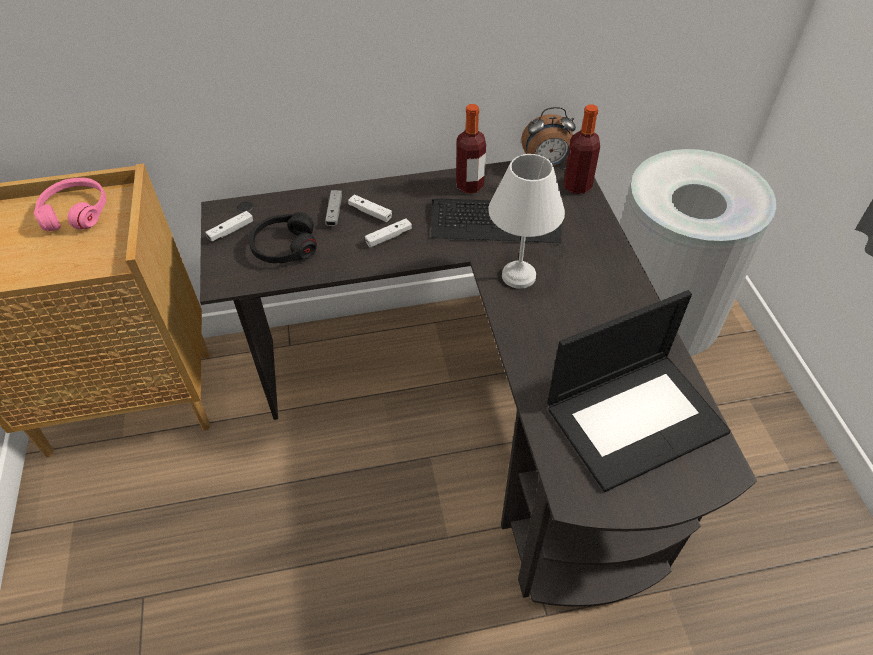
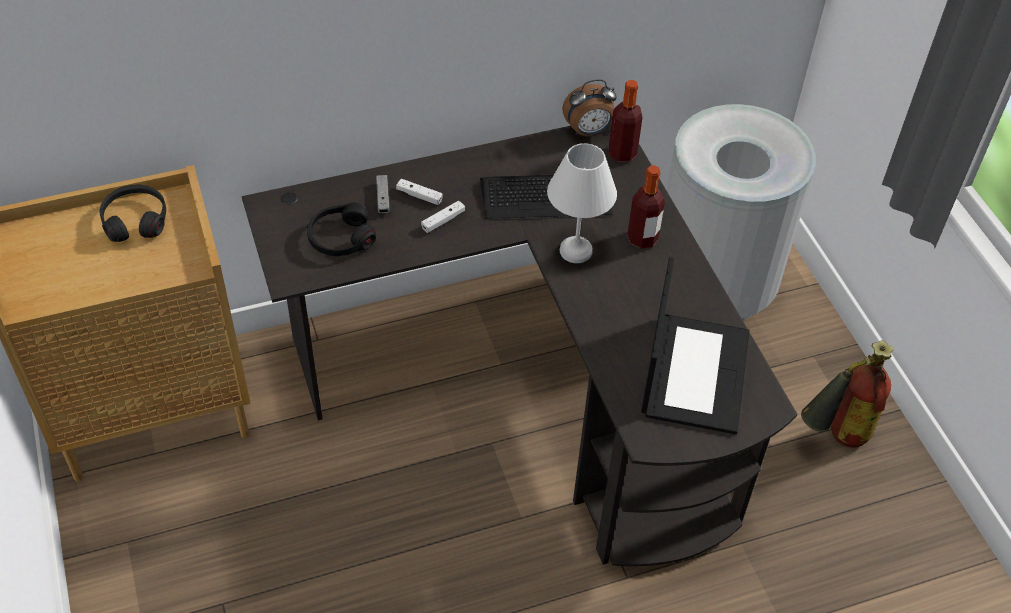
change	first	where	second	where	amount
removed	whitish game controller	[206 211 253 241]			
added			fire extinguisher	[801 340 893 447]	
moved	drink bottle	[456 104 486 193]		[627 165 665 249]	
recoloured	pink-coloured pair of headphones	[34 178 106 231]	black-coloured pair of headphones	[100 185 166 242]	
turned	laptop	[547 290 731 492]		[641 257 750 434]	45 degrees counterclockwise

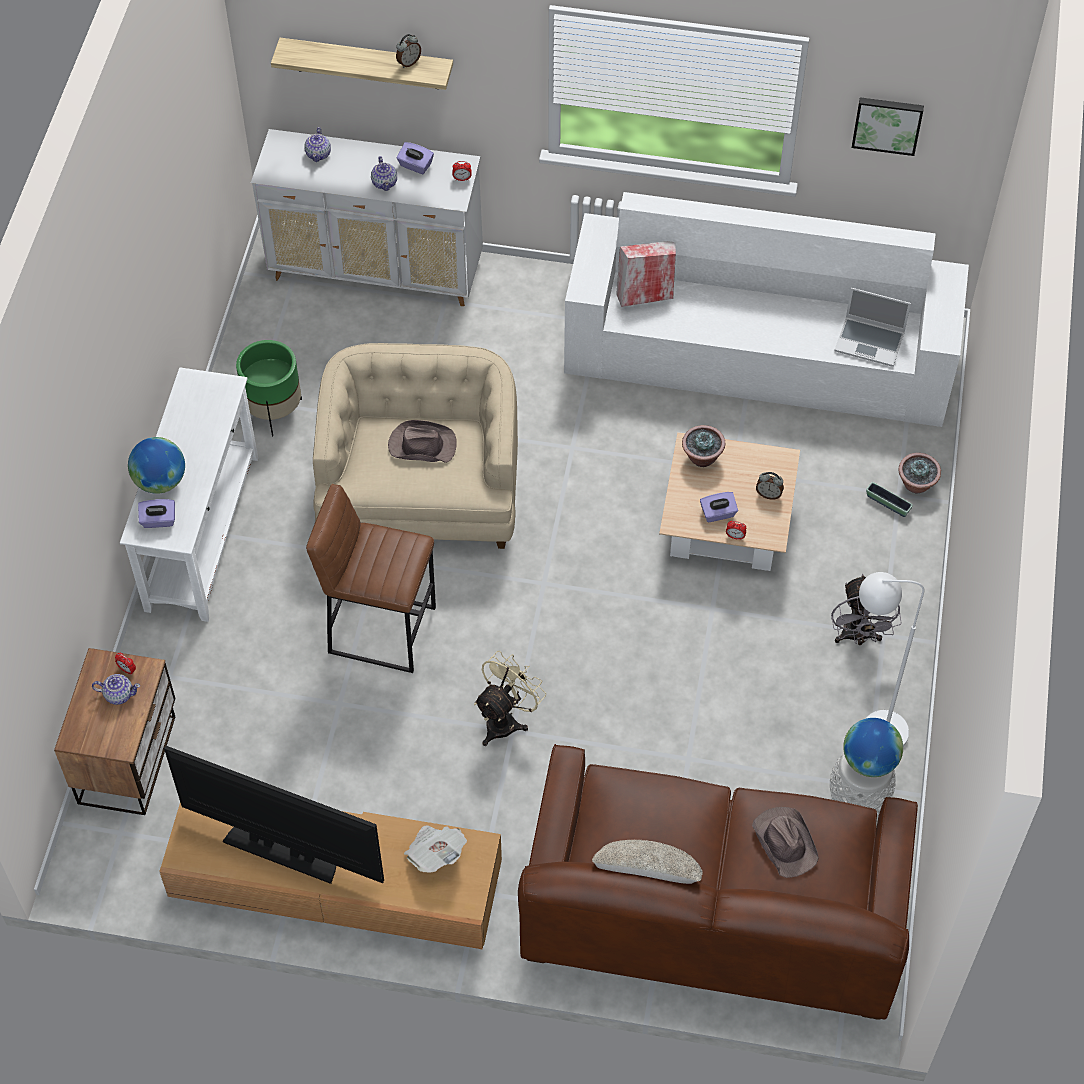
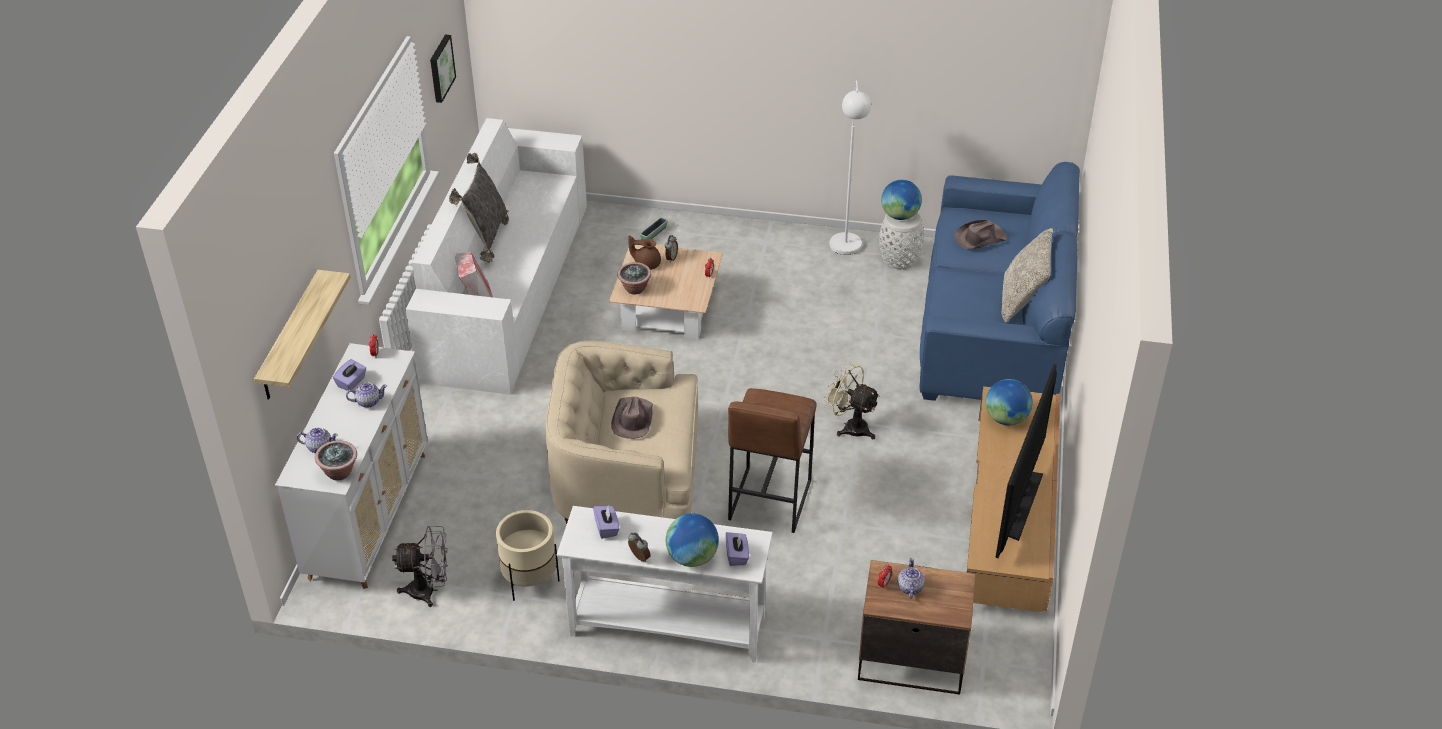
change	first	where	second	where	amount
removed	laptop	[834 288 911 367]			
added			throw pillow	[449 153 509 263]	
added			brown-coloured pot for tea	[628 235 661 270]	
moved	table clock	[396 34 421 68]		[628 532 651 562]	
moved	purplish box of tissues	[700 492 738 522]		[593 506 619 539]	
moved	gray electric fan	[831 574 902 645]		[392 526 448 607]	
moved	houseplant	[899 453 941 493]		[315 440 357 480]	
replaced	newspaper	[404 825 467 873]	globe	[986 379 1033 426]	
recoloured	green-coloured flower pot	[236 340 302 437]	sand-coloured flower pot	[496 510 560 601]	
recoloured	brown-coloured sofa	[518 744 918 1020]	blue sofa	[920 162 1080 401]	

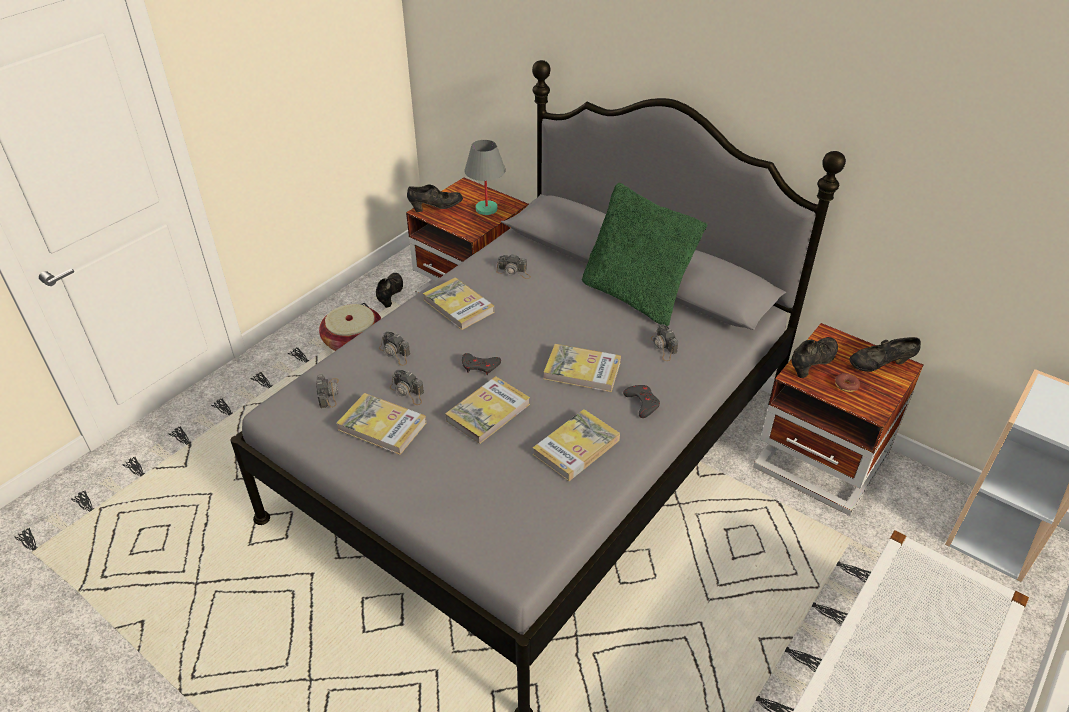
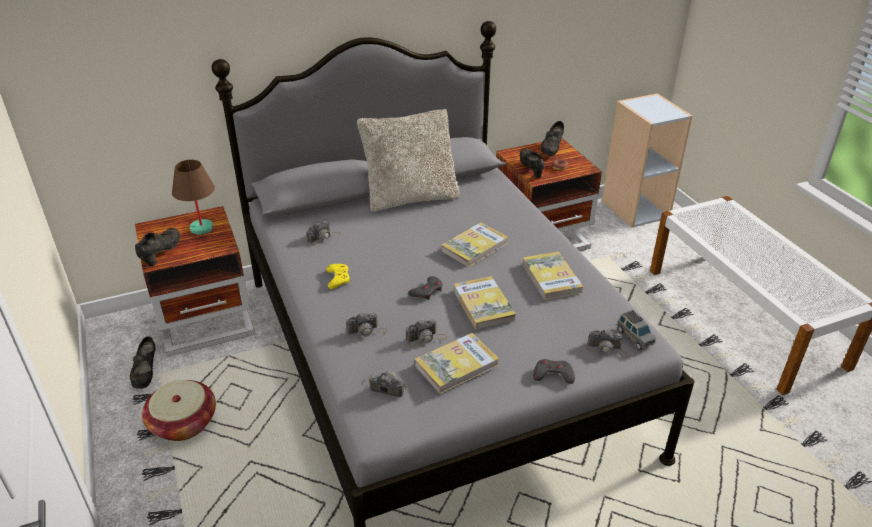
change	first	where	second	where	amount
added			gray model car	[617 310 656 350]	
moved	gray game controller	[623 385 660 418]		[533 359 575 384]	
moved	still camera	[651 324 678 361]		[587 329 628 358]	
replaced	volume	[423 277 494 330]	yellow-coloured game controller	[326 264 350 289]	
recoloured	gray table lamp	[464 140 506 215]	brown-coloured table lamp	[172 160 215 235]	
recoloured	green-coloured throw pillow	[582 182 707 326]	sand-coloured throw pillow	[357 109 460 212]	
turned	black-coloured low shoe	[376 273 403 308]		[130 336 156 389]	135 degrees counterclockwise

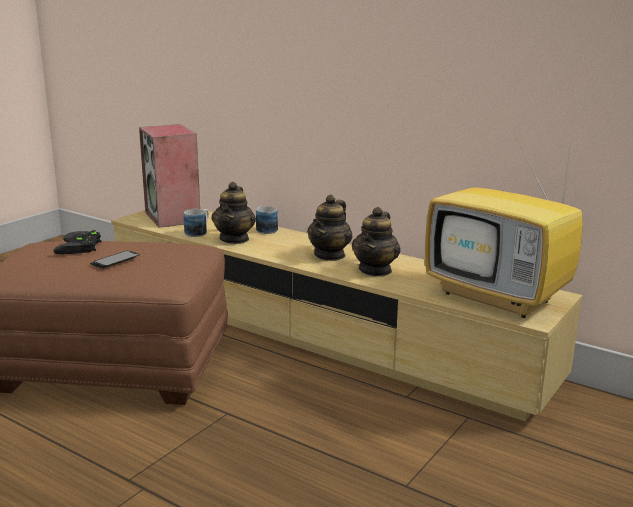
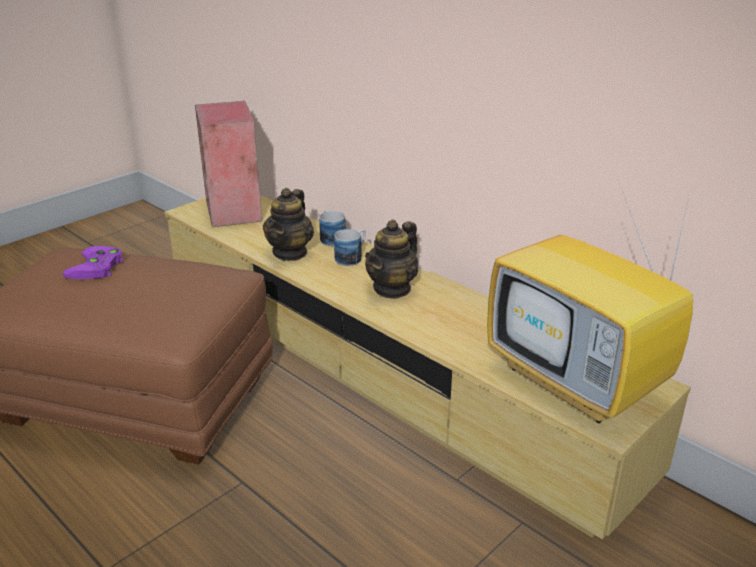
change	first	where	second	where	amount
removed	phone	[90 250 140 268]			
removed	pot for tea	[352 207 401 276]			
moved	tea mug	[184 209 209 237]		[334 229 366 266]	
recoloured	black-coloured game controller	[54 230 102 254]	purplish game controller	[63 246 123 279]	

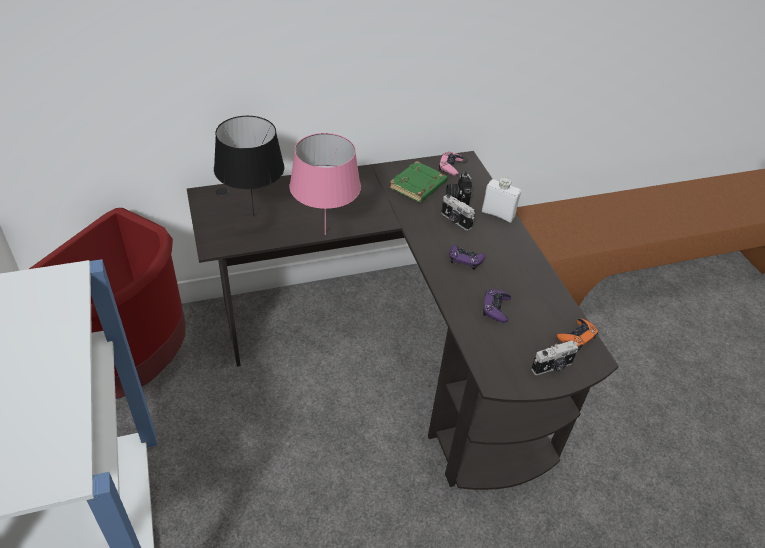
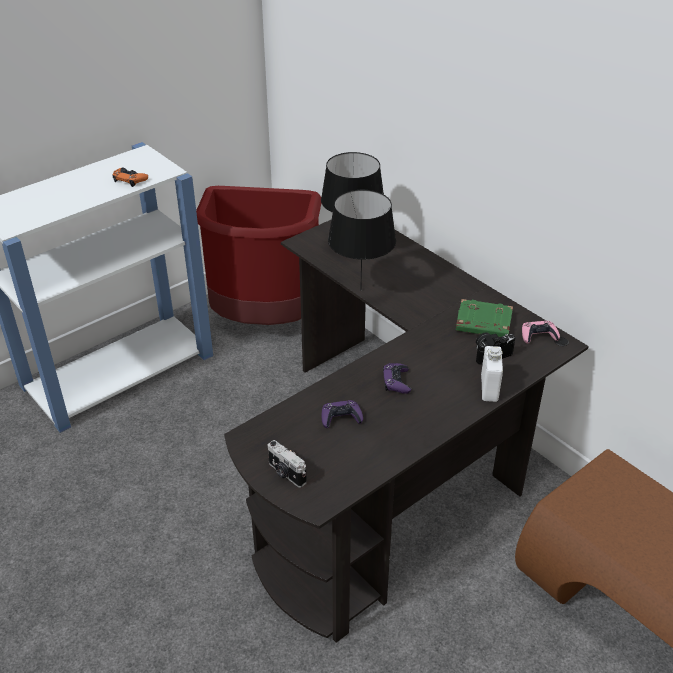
change	first	where	second	where	amount
removed	still camera	[441 194 475 231]			
moved	orange game controller	[557 319 598 351]		[113 167 148 187]	
recoloured	pink-coloured table lamp	[289 133 361 235]	black-coloured table lamp	[328 190 396 290]	

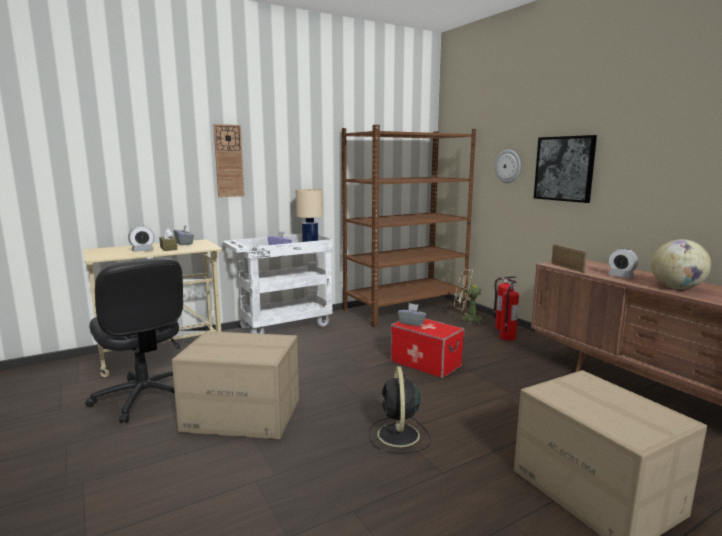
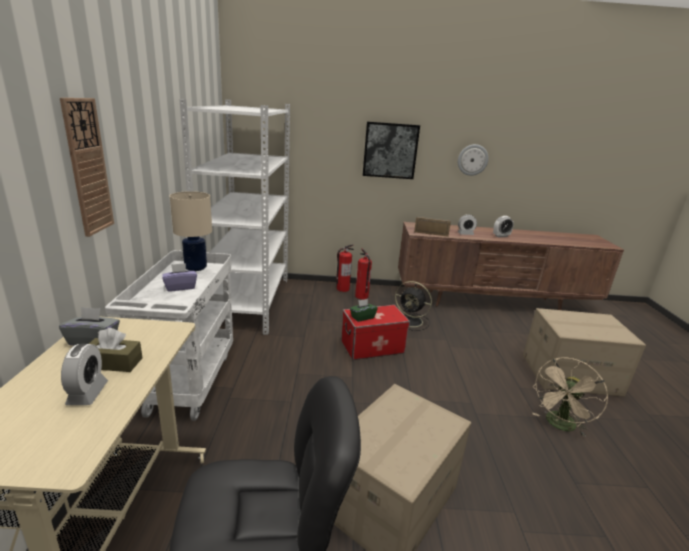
change	first	where	second	where	amount
moved	black-coloured electric fan	[369 366 431 454]		[395 281 432 331]	
moved	sand-coloured electric fan	[454 269 488 324]		[532 358 608 437]	
moved	hanging clock	[495 150 521 183]		[458 144 489 176]	
replaced	globe	[651 239 711 289]	table clock	[493 216 514 237]	
recoloured	brown-coloured bookshelf	[342 125 476 327]	whitish bookshelf	[179 99 290 335]	
recoloured	gray box of tissues	[398 303 426 326]	green-coloured box of tissues	[350 299 378 322]	

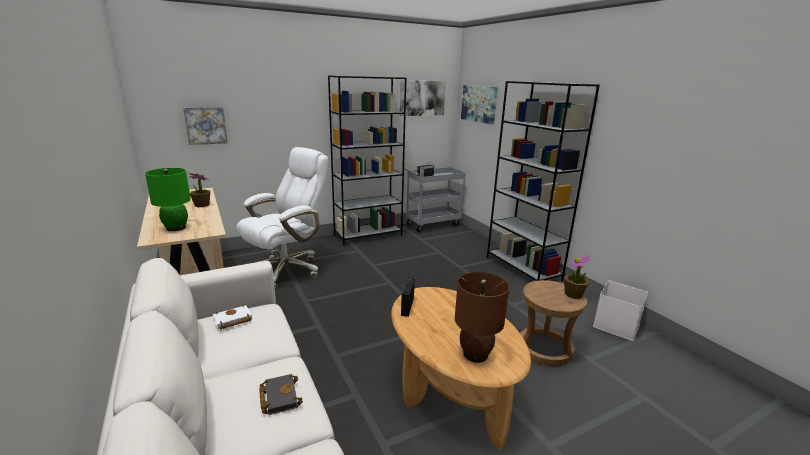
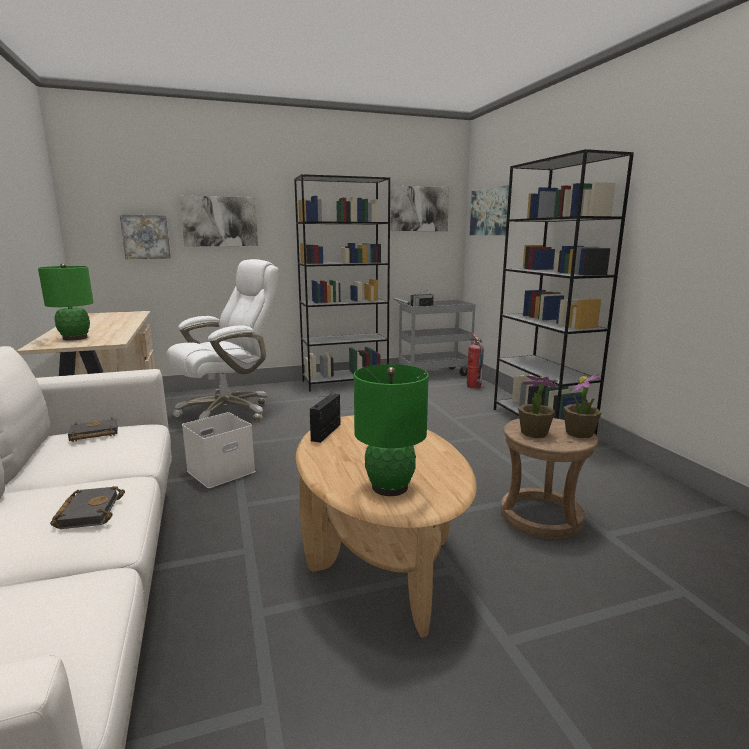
change	first	where	second	where	amount
added			wall art	[179 196 258 246]	
added			fire extinguisher	[467 333 484 389]	
moved	houseplant	[188 173 210 207]		[518 376 558 438]	
moved	whitish storage box	[593 281 648 341]		[182 412 255 488]	
recoloured	whitish volume	[213 305 252 330]	black-coloured volume	[68 418 118 442]	
recoloured	brown-coloured table lamp	[455 272 509 363]	green-coloured table lamp	[354 364 429 496]	

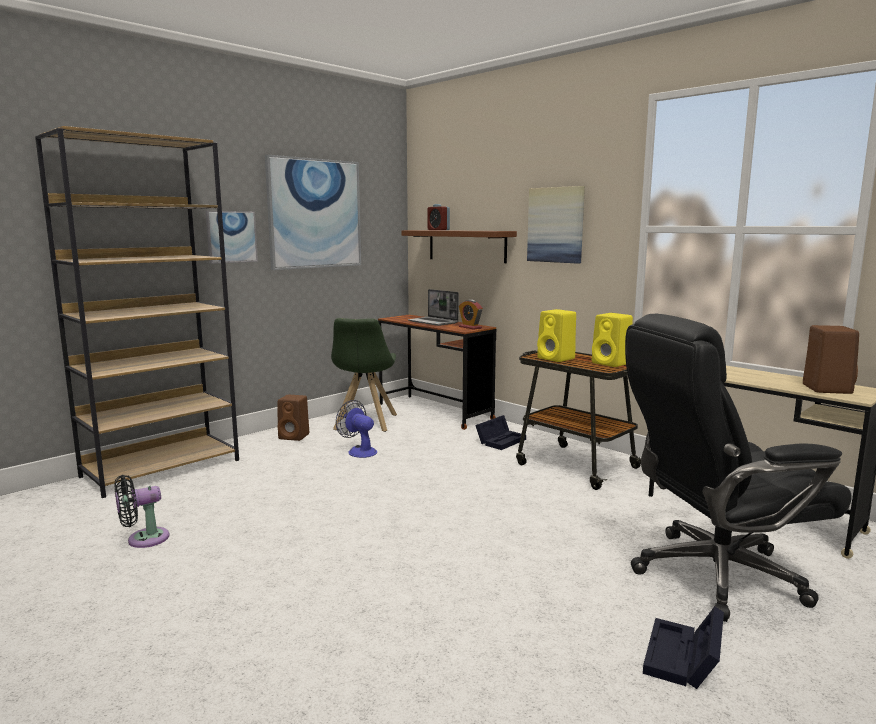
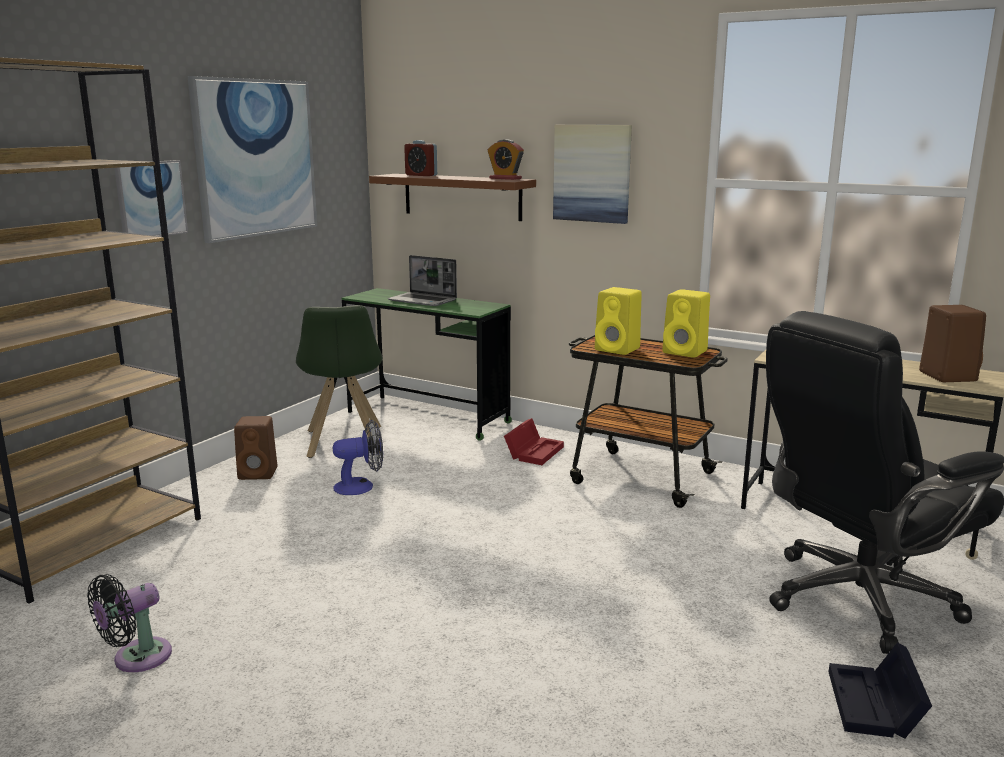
change	first	where	second	where	amount
moved	table clock	[459 300 483 330]		[488 139 524 180]	
recoloured	brown-coloured desk	[378 315 496 430]	green-coloured desk	[341 288 512 441]	
recoloured	black-coloured storage box	[475 415 526 450]	reddish storage box	[504 418 564 465]	
turned	electric fan	[336 400 377 458]		[333 420 383 495]	135 degrees clockwise

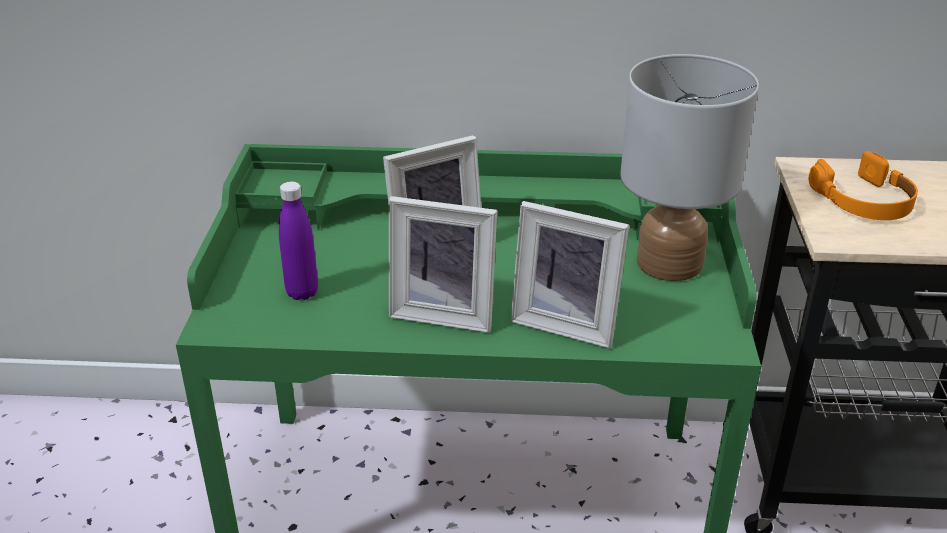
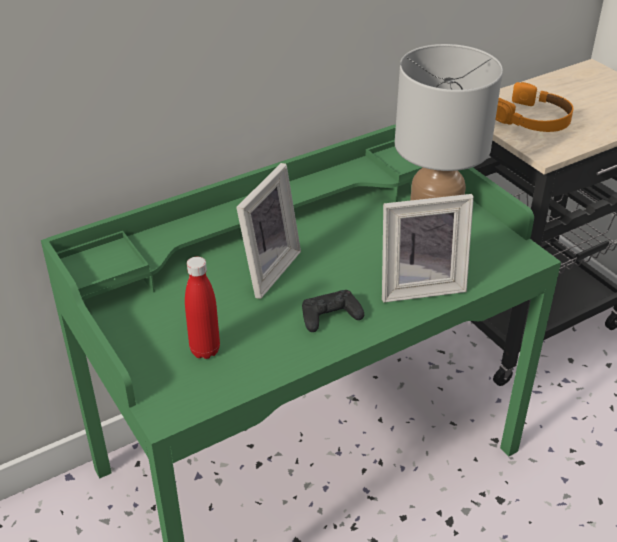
change	first	where	second	where	amount
replaced	photo frame	[389 196 497 333]	black-coloured game controller	[302 290 364 332]	
recoloured	purplish drink bottle	[279 182 318 300]	reddish drink bottle	[185 257 220 359]	

